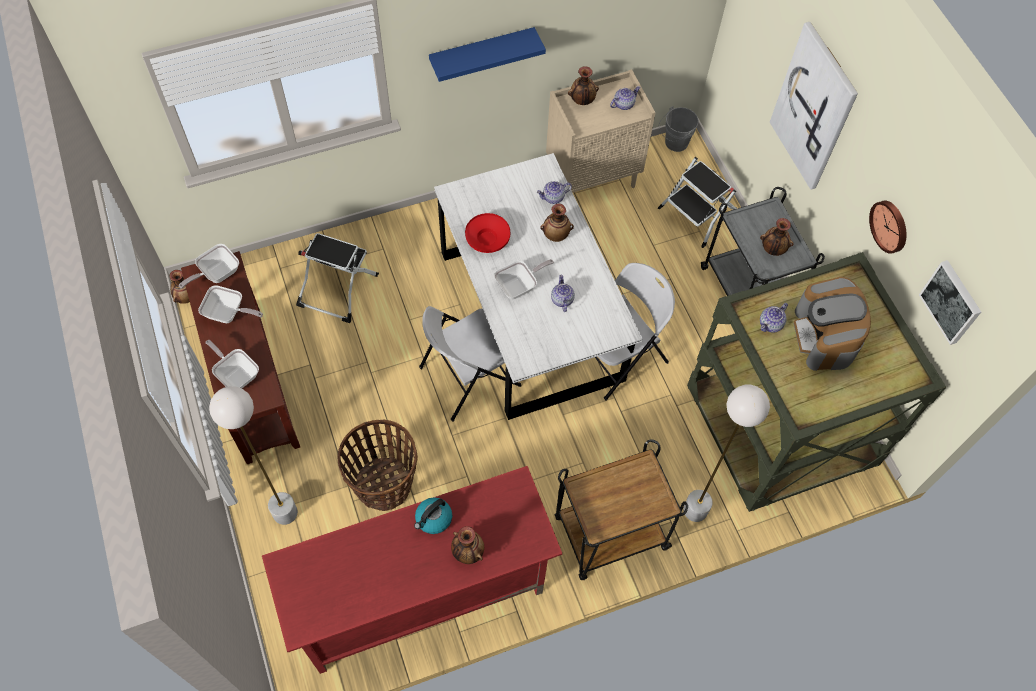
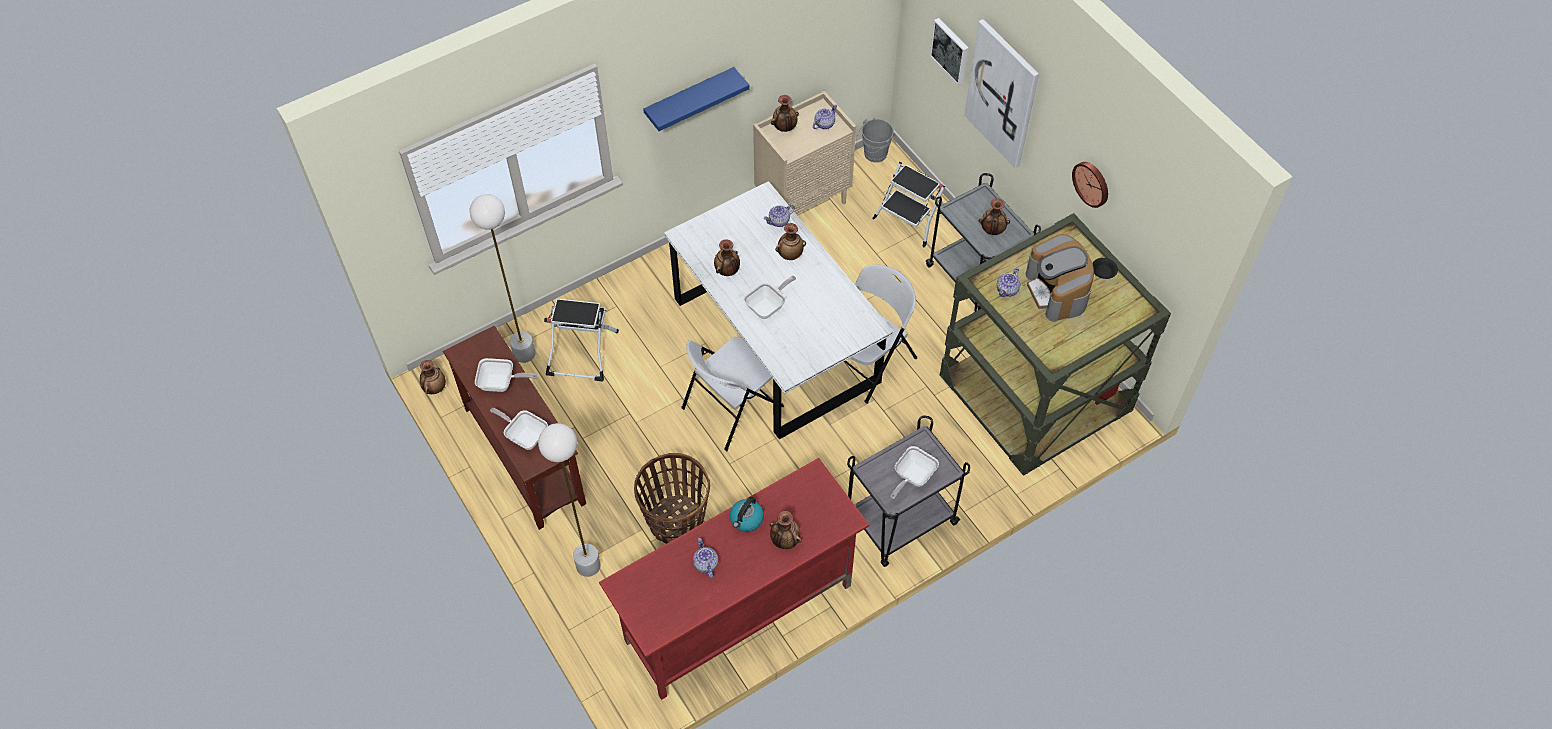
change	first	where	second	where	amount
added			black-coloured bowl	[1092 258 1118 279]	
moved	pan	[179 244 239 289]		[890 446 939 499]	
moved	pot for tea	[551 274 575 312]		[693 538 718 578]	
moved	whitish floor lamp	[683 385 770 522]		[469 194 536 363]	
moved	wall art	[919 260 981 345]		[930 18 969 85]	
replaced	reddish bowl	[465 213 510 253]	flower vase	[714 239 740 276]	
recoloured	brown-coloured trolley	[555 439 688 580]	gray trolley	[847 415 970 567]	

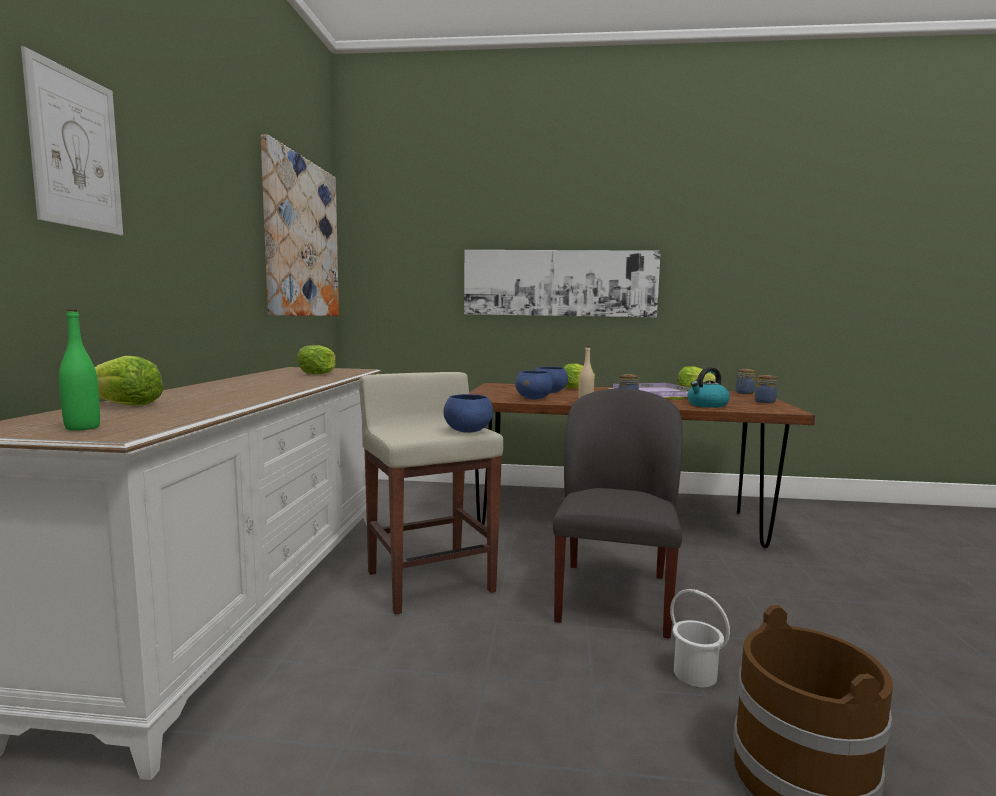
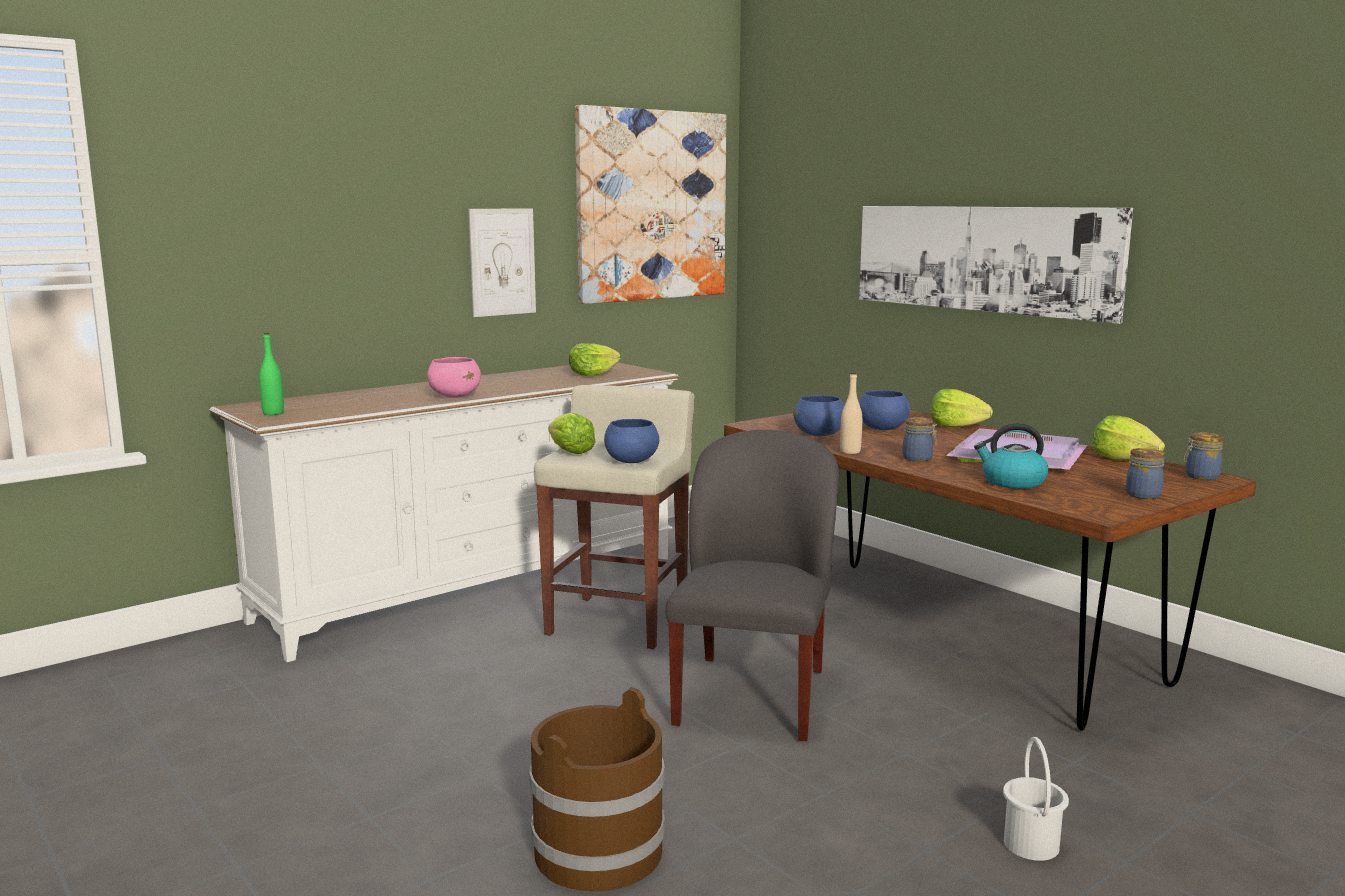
change	first	where	second	where	amount
added			pink-coloured bowl	[427 357 481 398]	
moved	wall art	[21 46 123 235]		[469 208 536 317]	
moved	head of lettuce	[95 356 163 406]		[548 412 596 454]	
moved	whitish pail	[670 589 730 687]		[1003 737 1069 861]	
turned	gray plain chair	[553 388 683 639]		[666 430 839 741]	45 degrees counterclockwise

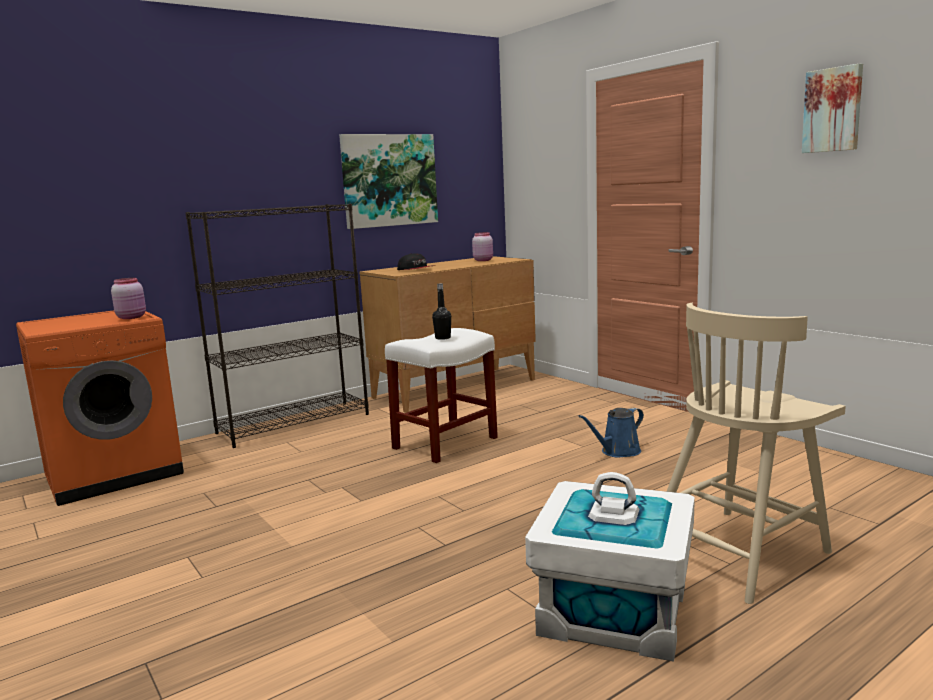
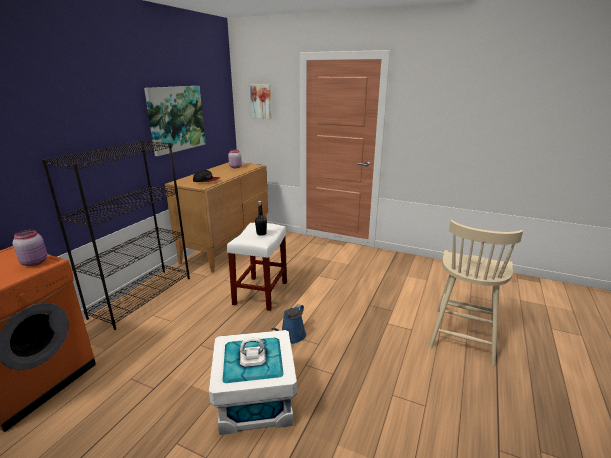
change	first	where	second	where	amount
moved	whitish storage box	[525 472 695 662]		[209 330 297 435]	
moved	blue watering pot	[579 408 644 458]		[271 304 306 344]	
moved	wall art	[802 63 863 153]		[250 84 271 119]	

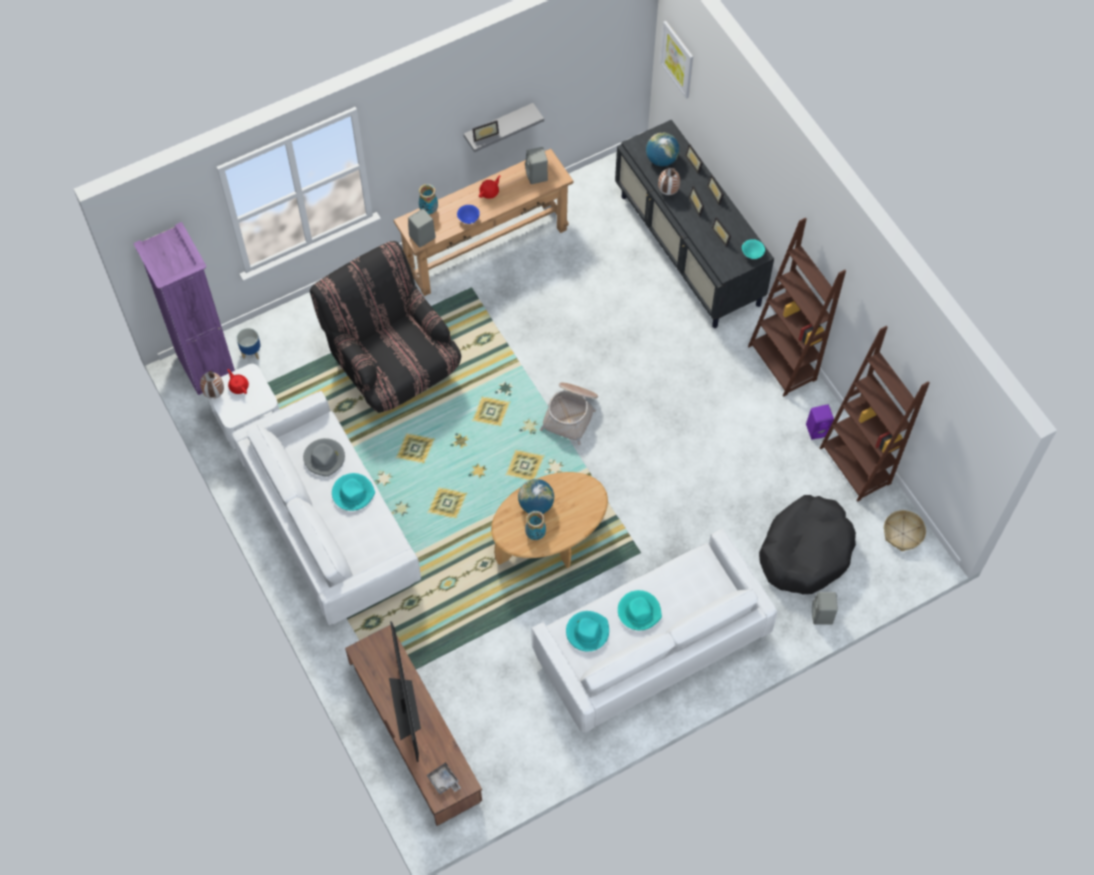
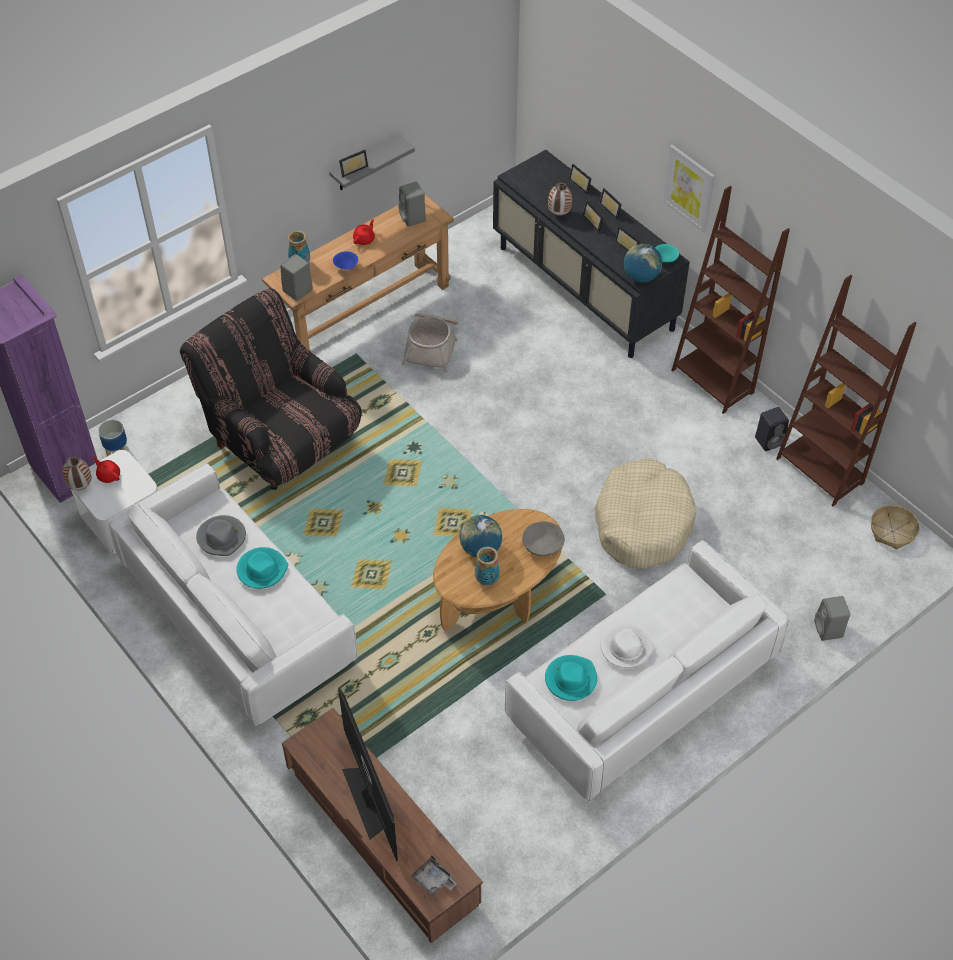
change	first	where	second	where	amount
removed	black-coloured pet bed	[759 495 856 594]			
added			gray bowl	[522 521 565 556]	
added			sand-coloured pet bed	[595 458 696 569]	
moved	household basket	[540 383 598 445]		[402 314 458 373]	
moved	globe	[646 133 679 167]		[624 244 662 283]	
moved	wall art	[660 21 693 99]		[663 145 715 233]	
recoloured	turquoise-coloured hat	[618 590 662 630]	whitish hat	[600 624 654 668]	
recoloured	purplish speaker	[806 404 834 439]	black-coloured speaker	[755 407 789 451]	

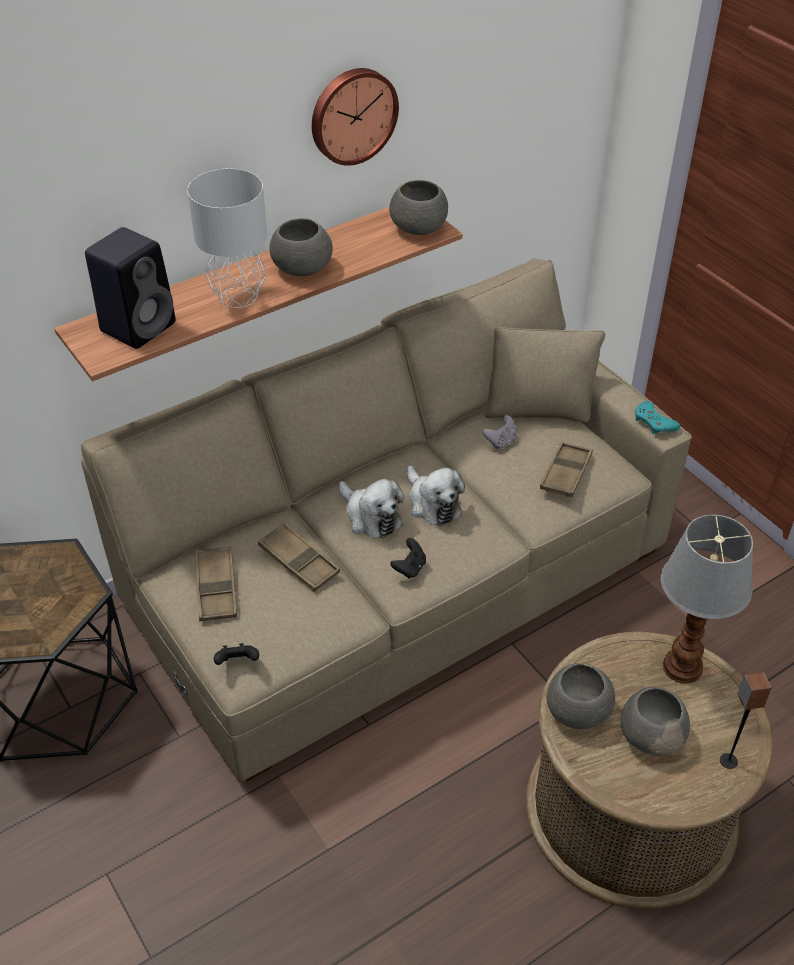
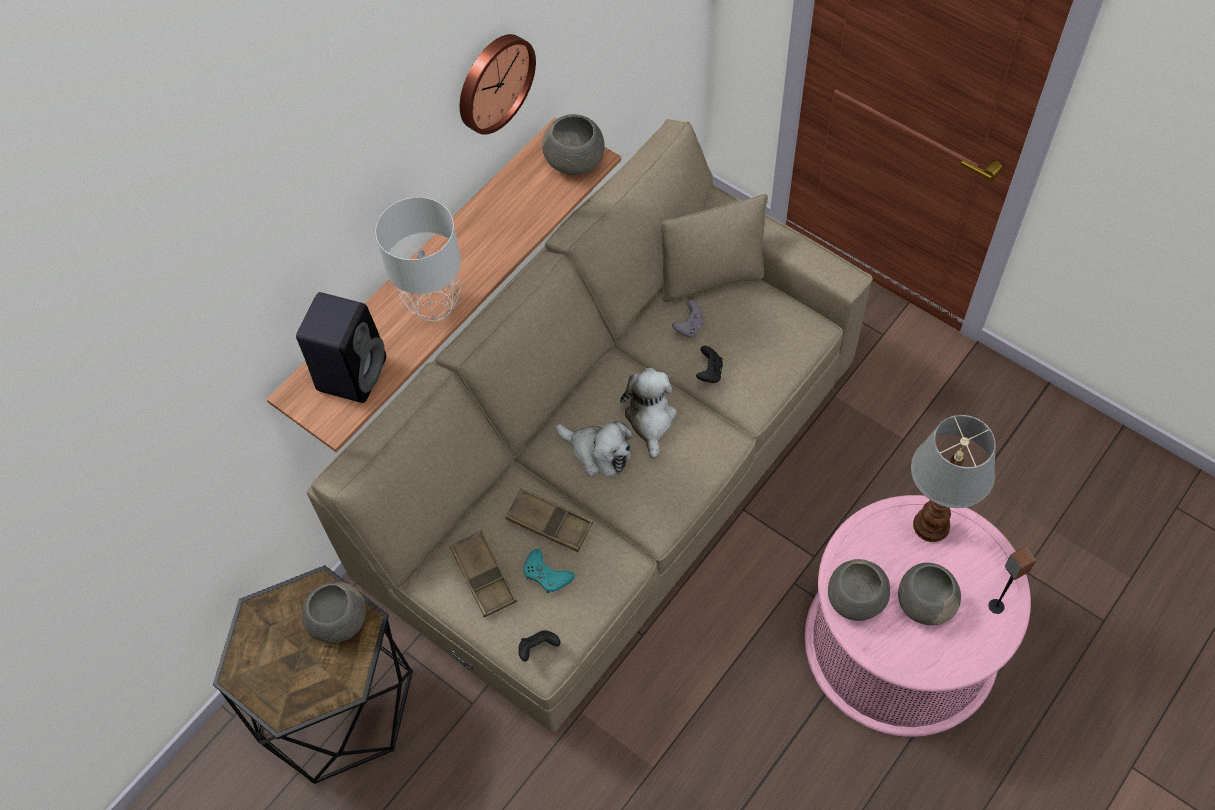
change	first	where	second	where	amount
removed	brown-coloured serving tray	[540 442 593 497]			
moved	gray bowl	[269 218 333 276]		[302 581 366 643]	
moved	black-coloured game controller	[390 538 426 579]		[696 346 723 383]	
moved	turquoise-coloured game controller	[635 401 680 434]		[523 549 575 593]	
recoloured	brown-coloured low table	[526 632 773 909]	pink-coloured low table	[805 495 1031 737]	
turned	soft toy	[407 465 465 526]		[620 368 677 459]	135 degrees counterclockwise

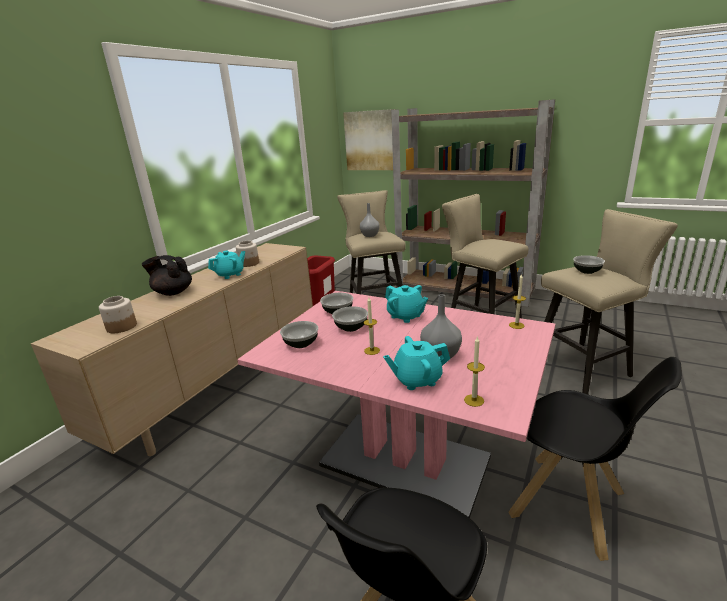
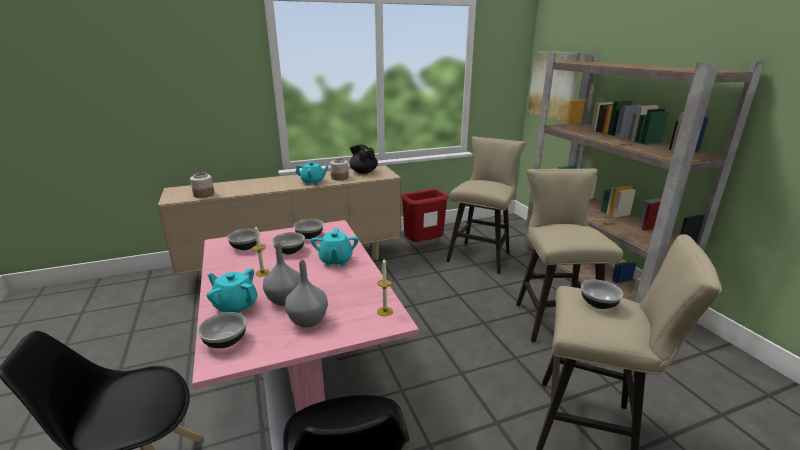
change	first	where	second	where	amount
moved	black-coloured pot for tea	[142 255 192 296]		[349 144 378 174]	
moved	gray flower vase	[360 203 380 237]		[285 260 328 328]	
replaced	wax candle	[464 336 485 407]	bowl	[198 312 247 348]	

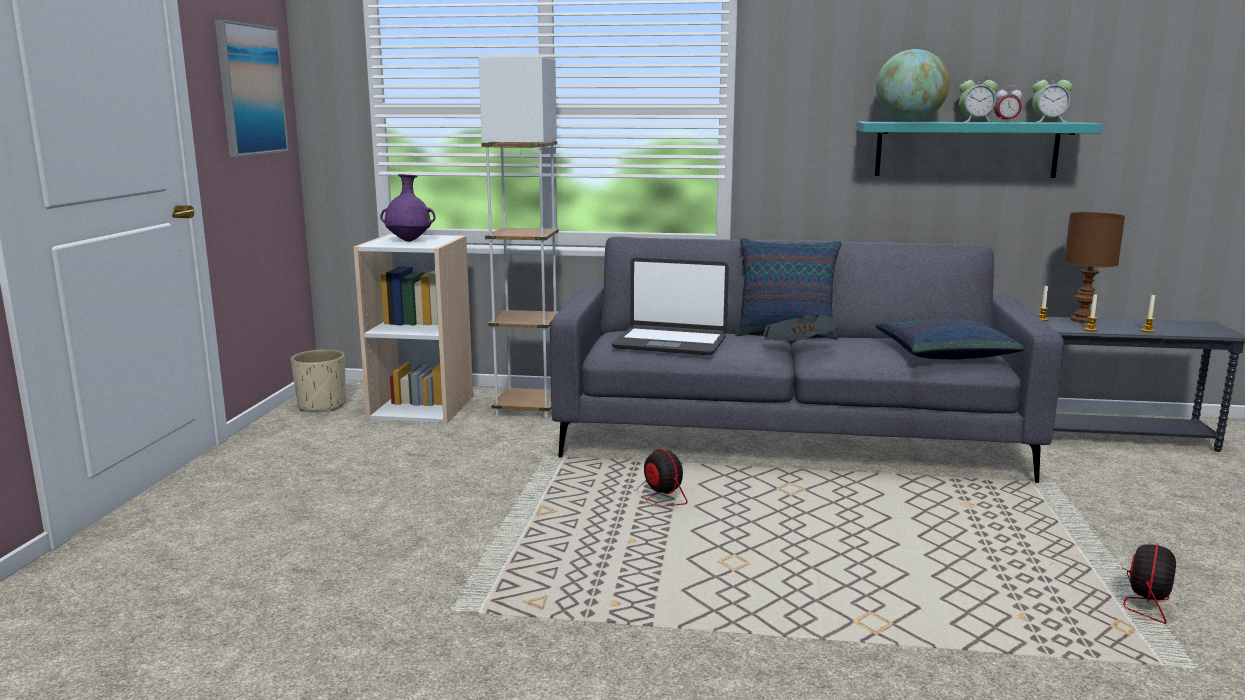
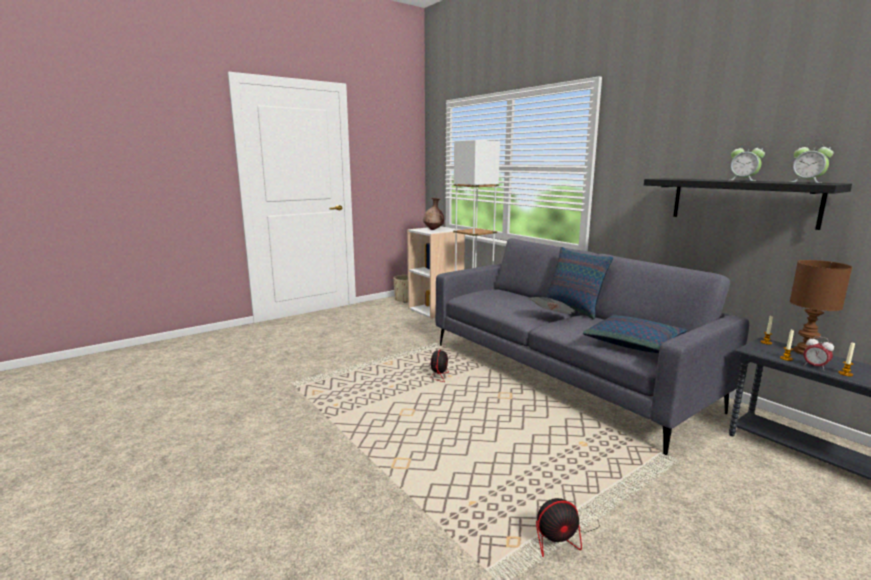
change	first	where	second	where	amount
removed	wall art	[215 20 289 157]			
removed	laptop	[611 257 729 355]			
removed	globe	[876 49 949 122]			
moved	table clock	[994 86 1022 123]		[804 336 834 370]	
recoloured	purplish flower vase	[380 174 435 242]	brown-coloured flower vase	[423 198 444 230]	
recoloured	turquoise-coloured bracket shelf	[857 122 1103 178]	black-coloured bracket shelf	[644 178 852 230]	

